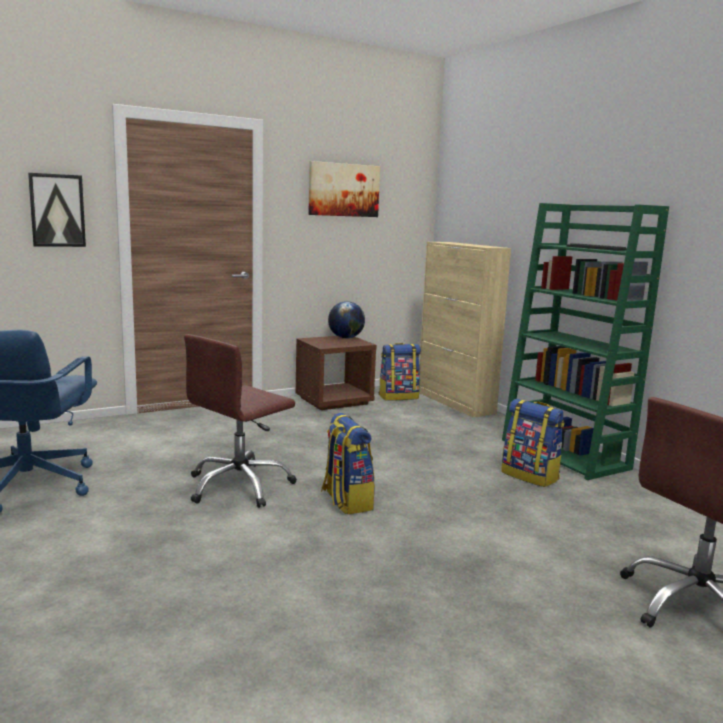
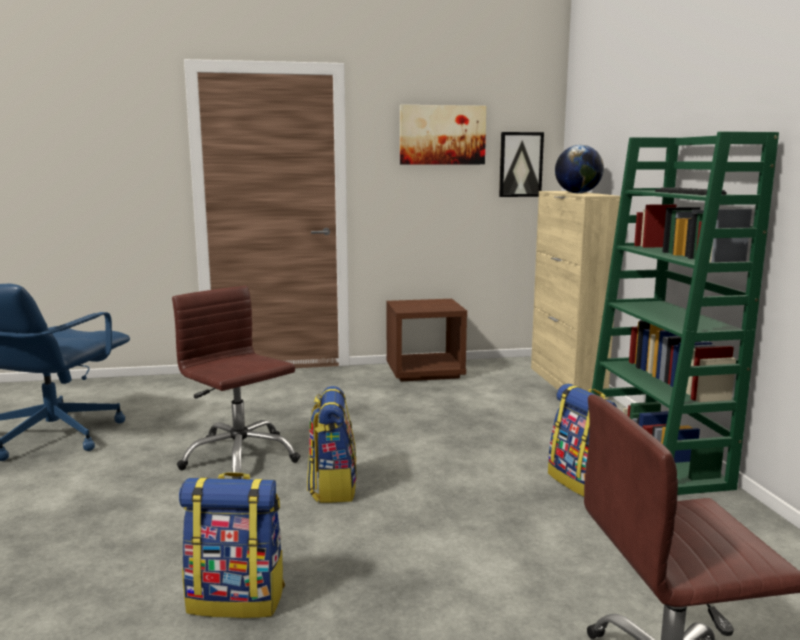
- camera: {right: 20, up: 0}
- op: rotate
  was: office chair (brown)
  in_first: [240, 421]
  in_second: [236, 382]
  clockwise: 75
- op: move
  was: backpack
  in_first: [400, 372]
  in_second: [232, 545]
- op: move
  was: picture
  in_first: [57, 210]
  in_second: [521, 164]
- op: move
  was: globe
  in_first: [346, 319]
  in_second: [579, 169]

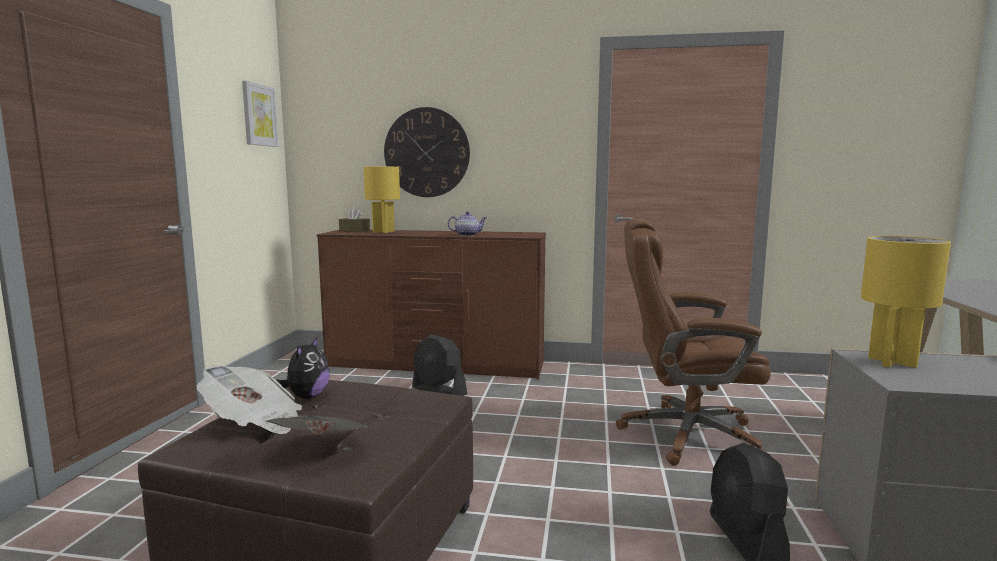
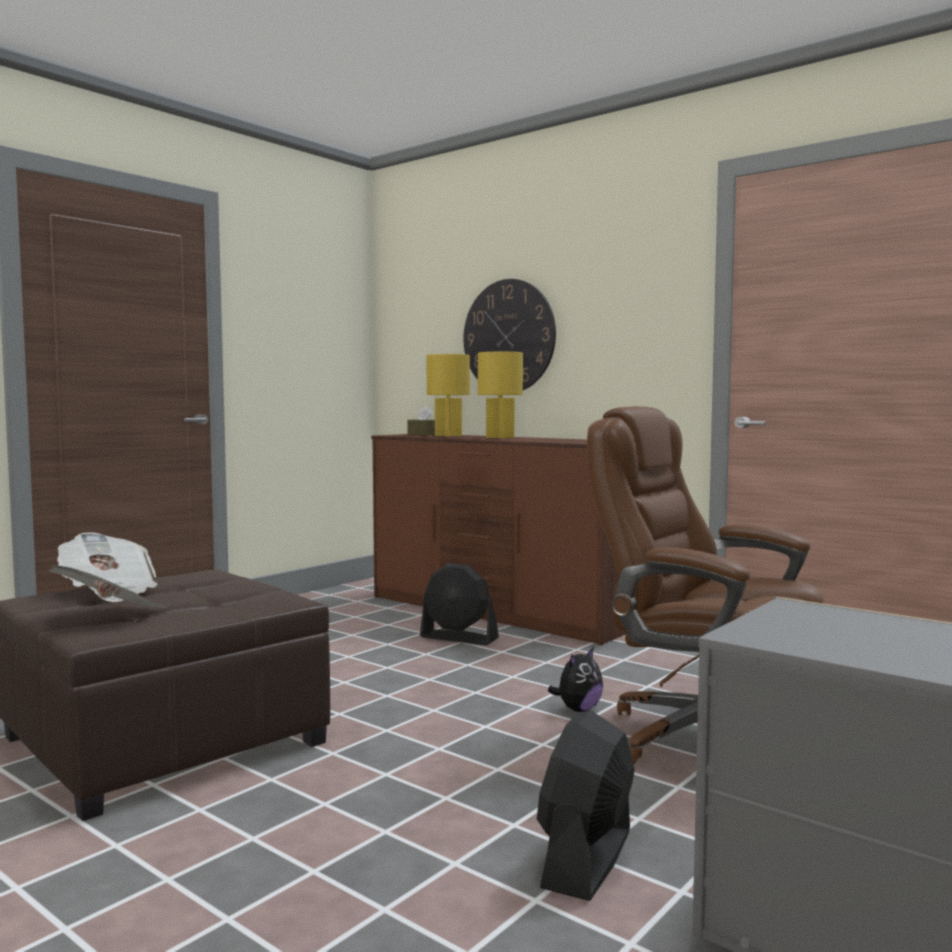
- camera: {right: 30, up: -5}
- op: rotate
  was: fan (black)
  in_first: [439, 365]
  in_second: [459, 604]
  clockwise: -45
- op: move
  was: table lamp (yellow)
  in_first: [906, 302]
  in_second: [500, 395]
- op: move
  was: plush toy
  in_first: [303, 368]
  in_second: [575, 679]
- op: delete
  was: picture
  in_first: [260, 114]
- op: delete
  was: teapot
  in_first: [467, 224]

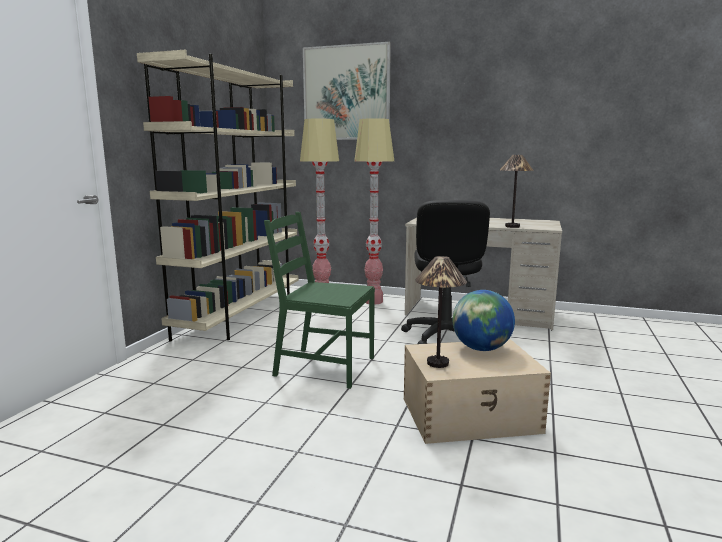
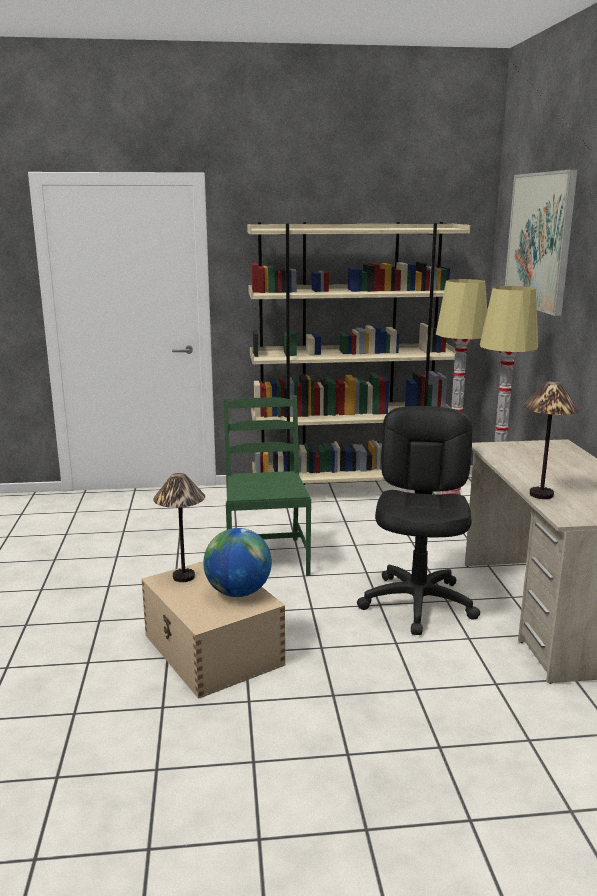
- camera: {right: 65, up: 5}
- op: rotate
  was: office chair (black)
  in_first: [445, 272]
  in_second: [418, 520]
  clockwise: 120

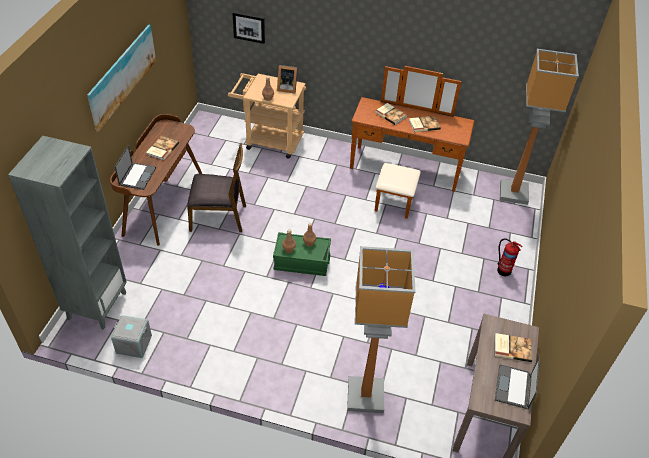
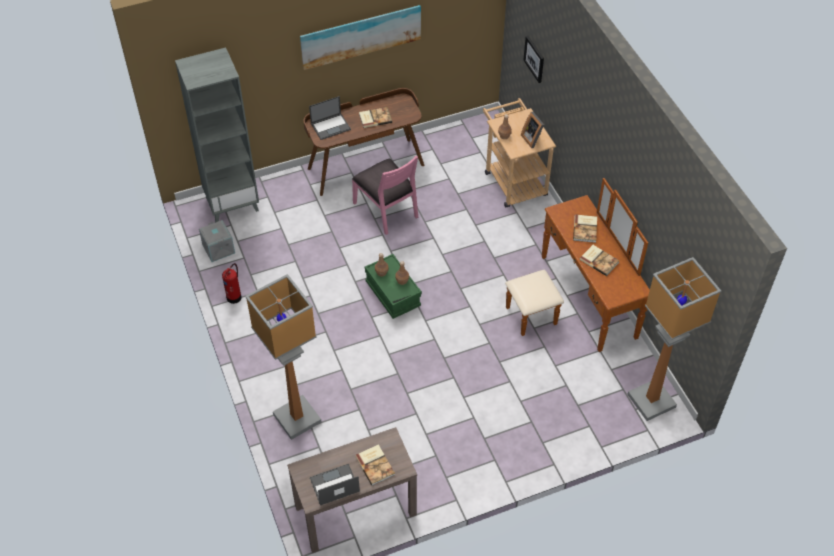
- camera: {right: 55, up: 5}
- op: move
  was: fire extinguisher
  in_first: [509, 257]
  in_second: [232, 283]
- op: recolor
  was: chair (brown)
  now: chair (pink)
  in_first: [216, 187]
  in_second: [385, 195]

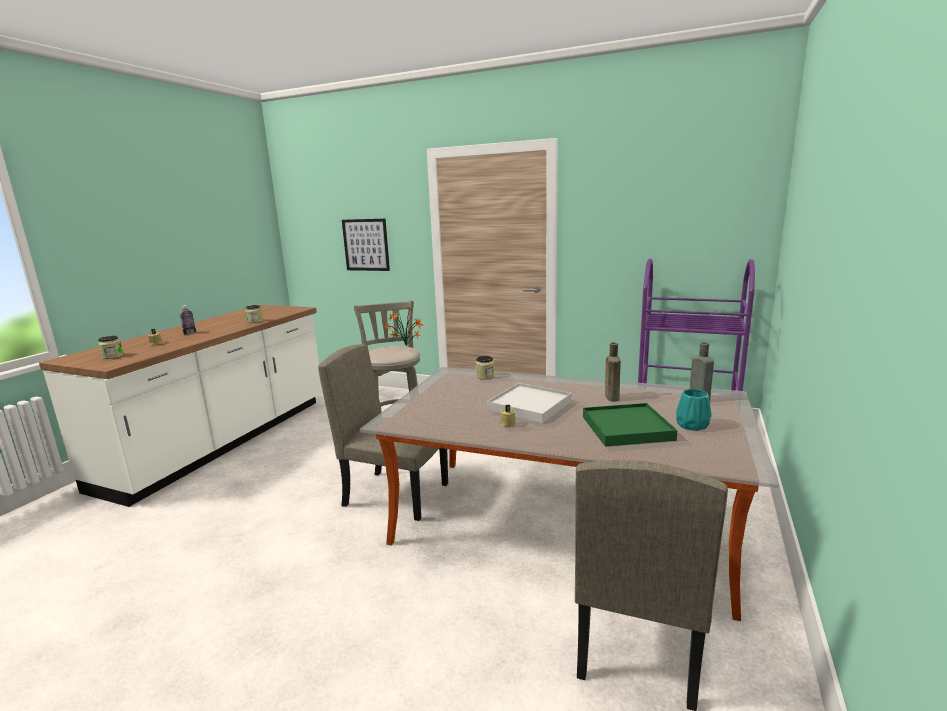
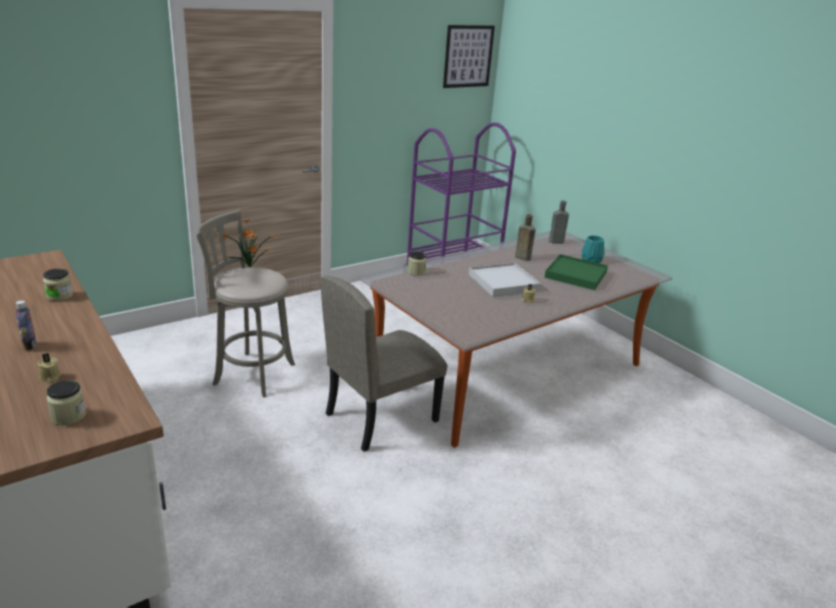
- camera: {right: -60, up: 10}
- op: move
  was: picture
  in_first: [366, 245]
  in_second: [469, 56]
- op: delete
  was: chair (beige)
  in_first: [651, 585]

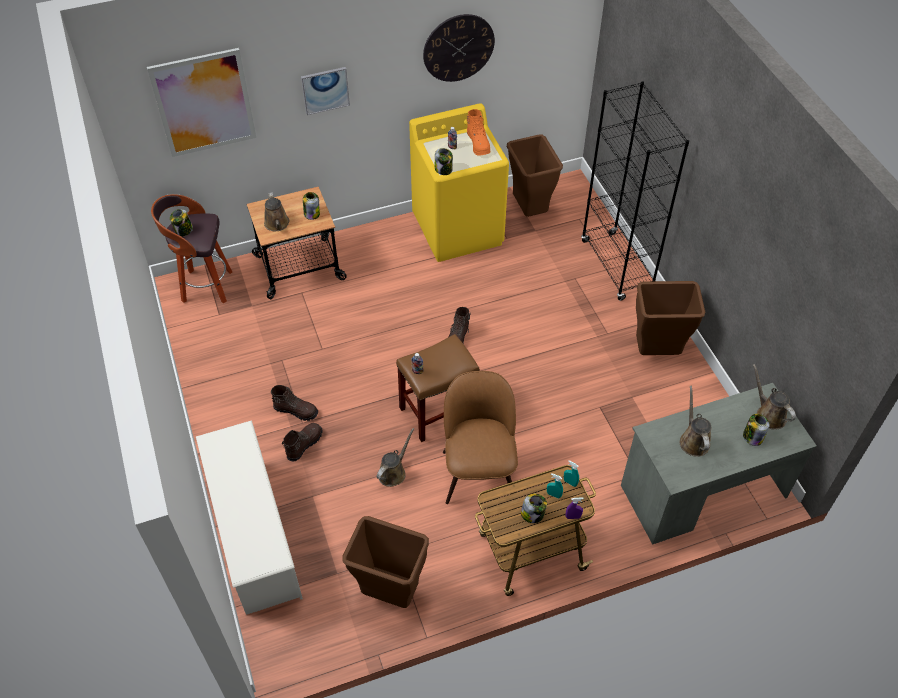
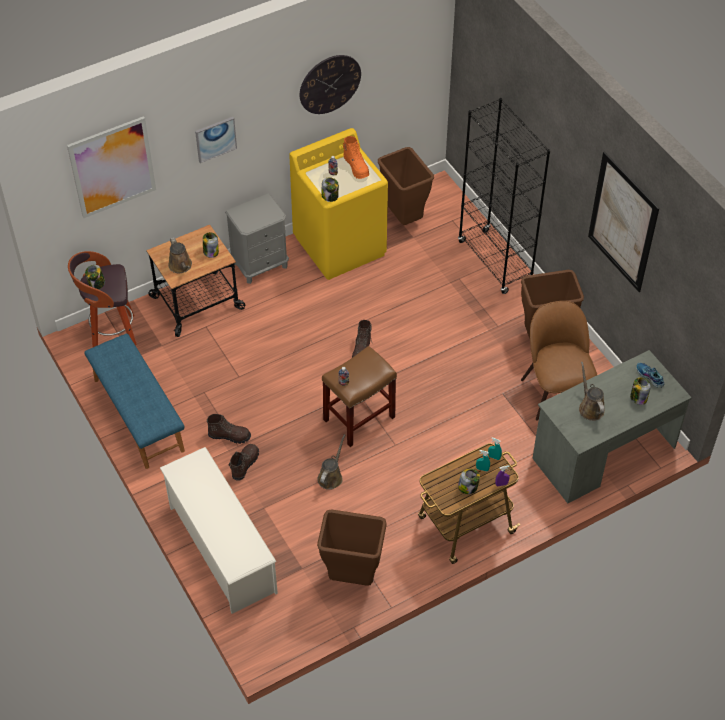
- camera: {right: -10, up: 0}
- op: insert
  now: bench (blue)
  in_second: [134, 401]
- op: insert
  now: nightstand (grey)
  in_second: [257, 238]
- op: move
  was: chair (brown)
  in_first: [480, 437]
  in_second: [559, 361]
- op: insert
  now: picture
  in_second: [623, 222]
- op: replace
  was: watering can (brown)
  now: shoe
  in_first: [774, 397]
  in_second: [650, 375]

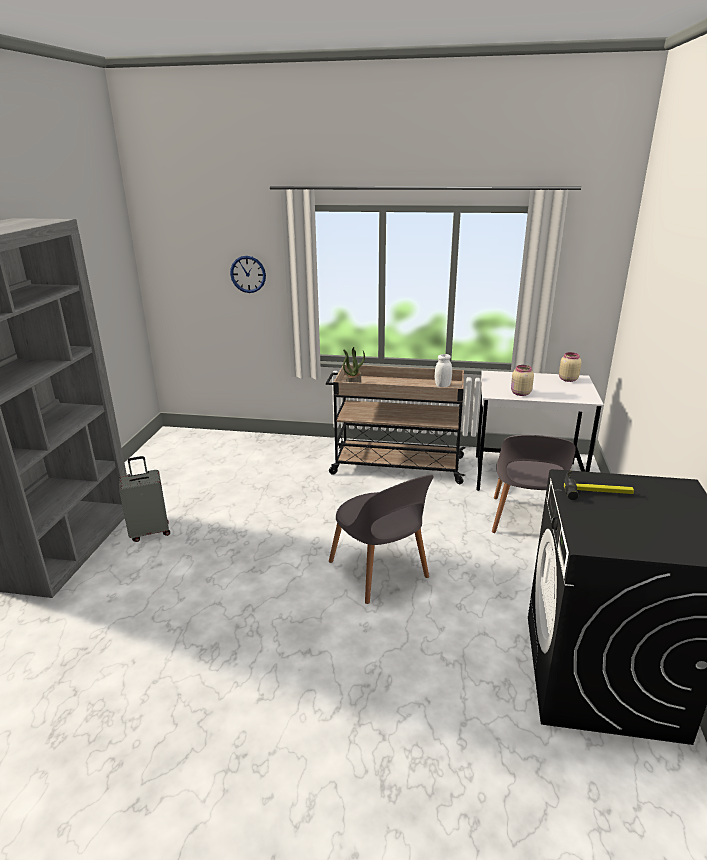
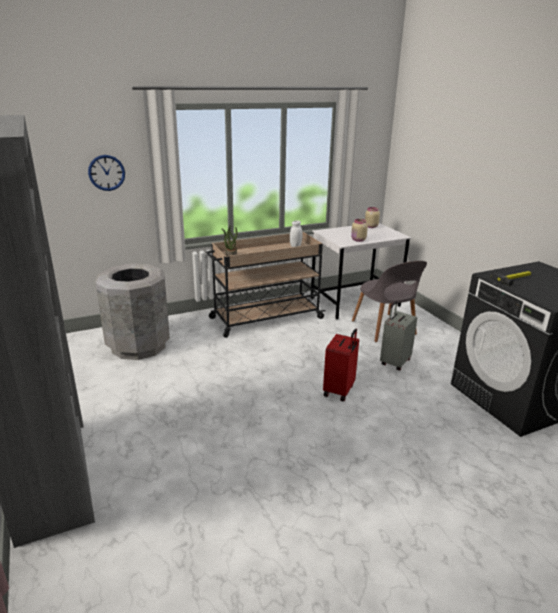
- camera: {right: -35, up: 0}
- op: insert
  now: trash can (grey)
  in_second: [132, 312]
- op: replace
  was: chair (grey)
  now: suitcase (red)
  in_first: [381, 539]
  in_second: [341, 364]
- op: move
  was: suitcase (grey)
  in_first: [144, 499]
  in_second: [398, 335]

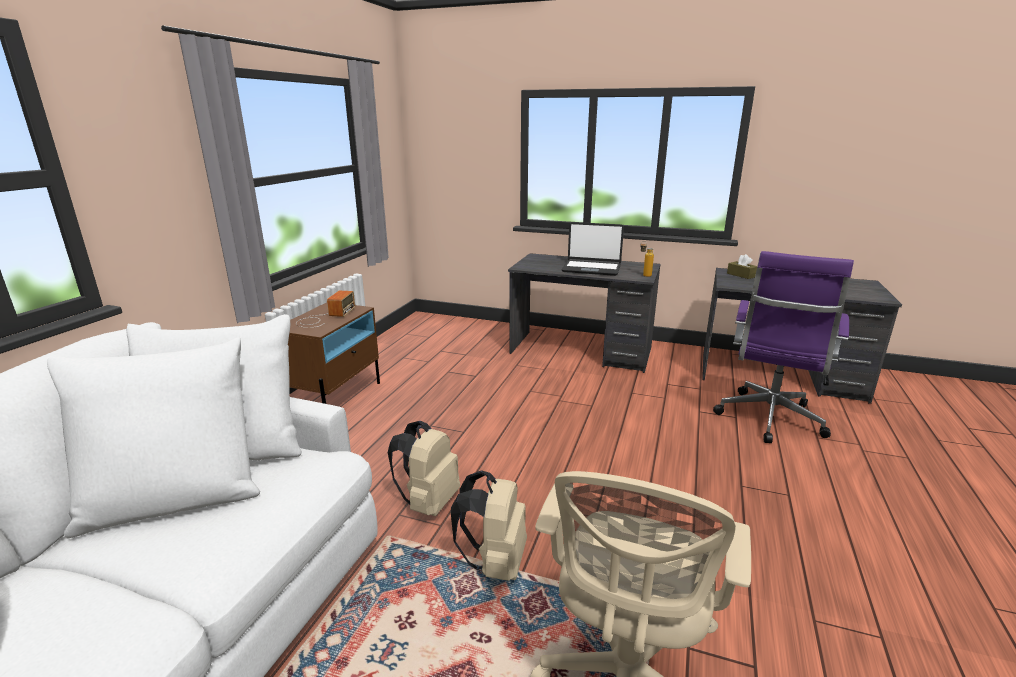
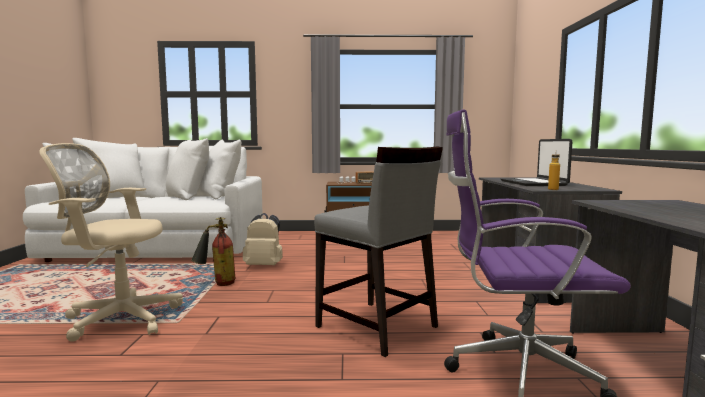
- camera: {right: 70, up: -15}
- op: replace
  was: backpack (beige)
  now: fire extinguisher
  in_first: [489, 525]
  in_second: [213, 251]
- op: insert
  now: chair (grey)
  in_second: [378, 251]
- op: delete
  was: tissue box (brown)
  in_first: [742, 266]

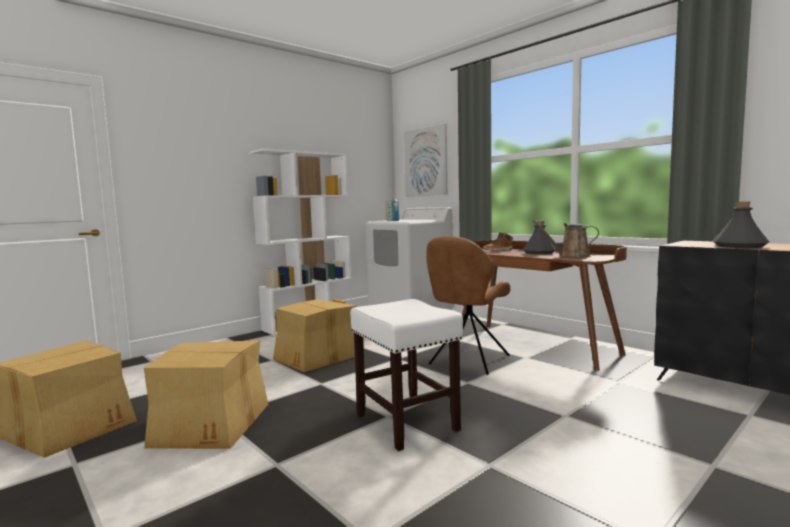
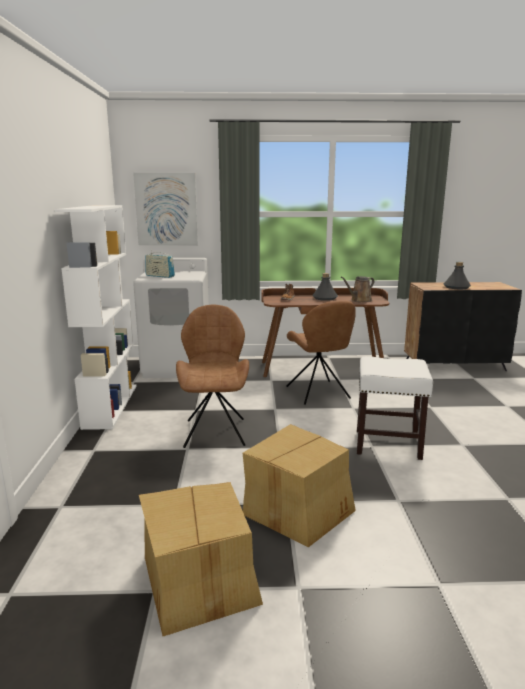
- camera: {right: -50, up: 10}
- op: replace
  was: cardboard box
  now: chair (brown)
  in_first: [315, 335]
  in_second: [212, 376]

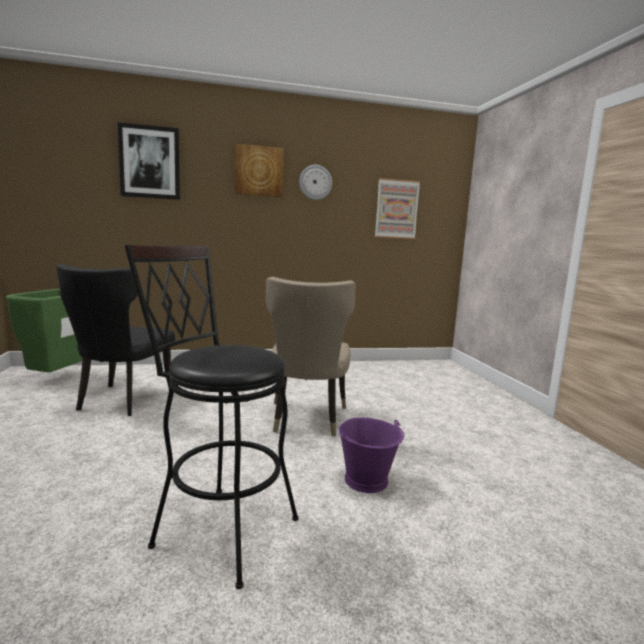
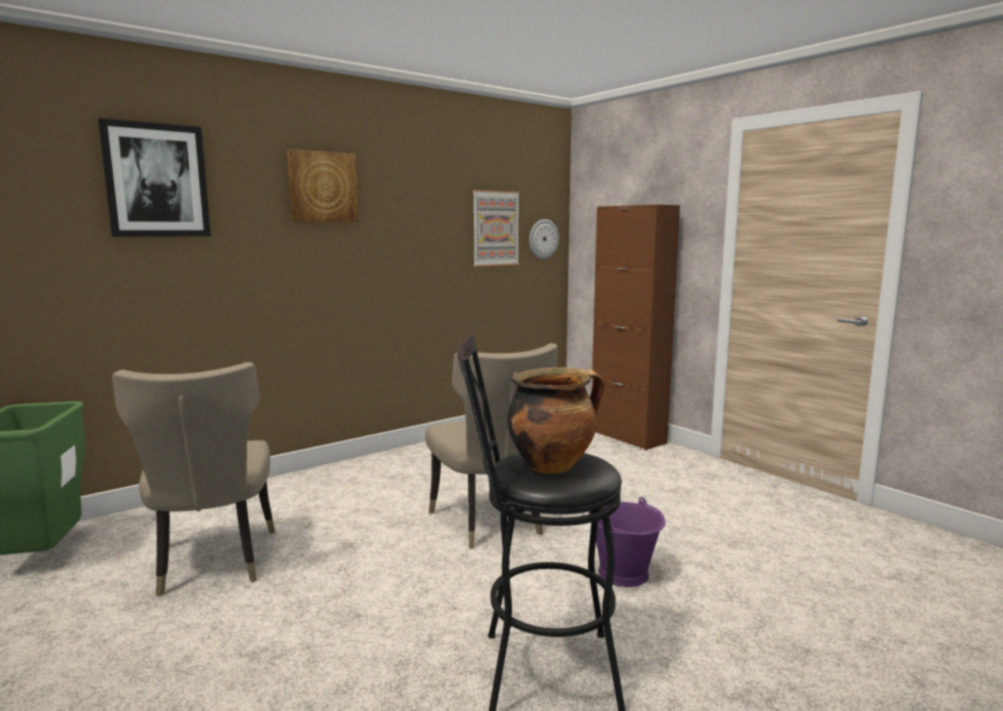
- camera: {right: -25, up: 0}
- op: recolor
  was: chair (black)
  now: chair (beige)
  in_first: [115, 340]
  in_second: [193, 479]
- op: insert
  now: cooking pot
  in_second: [555, 420]
- op: move
  was: wall clock
  in_first: [315, 182]
  in_second: [544, 239]
- op: insert
  now: cabinet (brown)
  in_second: [636, 327]

